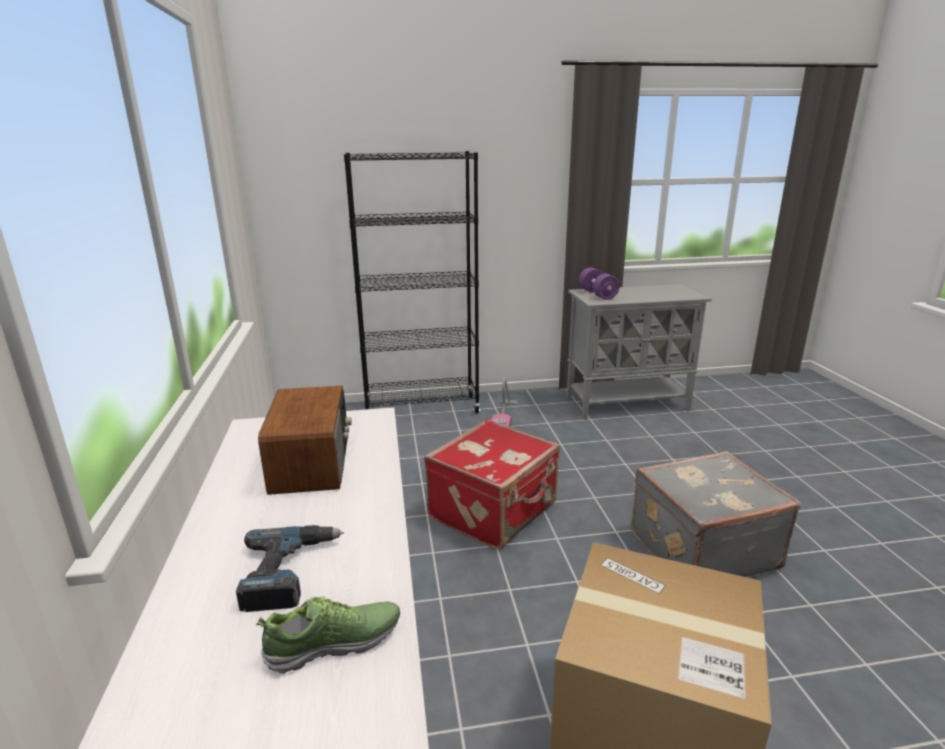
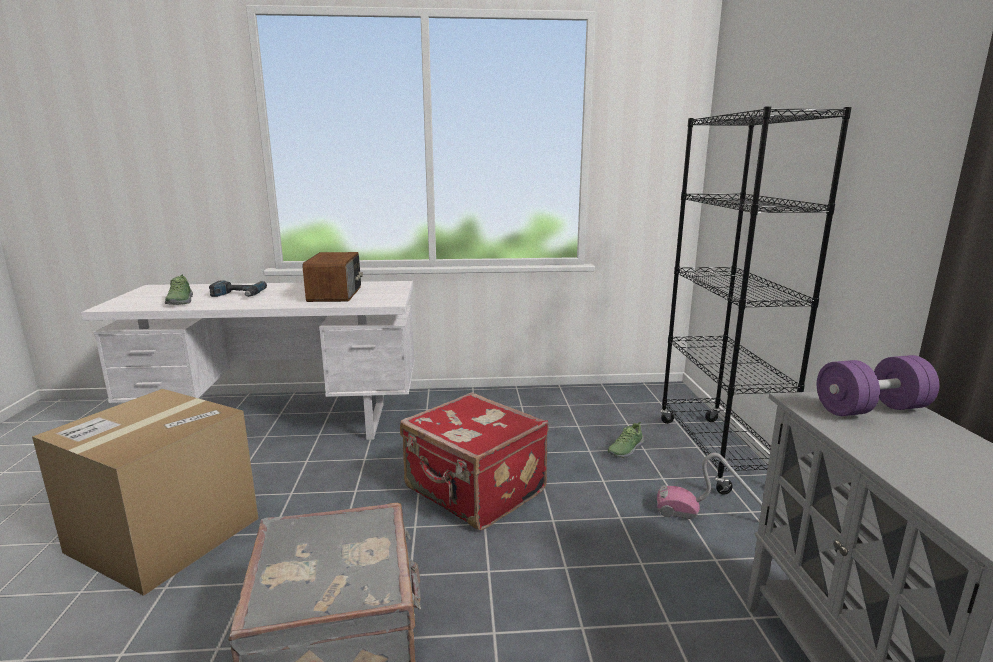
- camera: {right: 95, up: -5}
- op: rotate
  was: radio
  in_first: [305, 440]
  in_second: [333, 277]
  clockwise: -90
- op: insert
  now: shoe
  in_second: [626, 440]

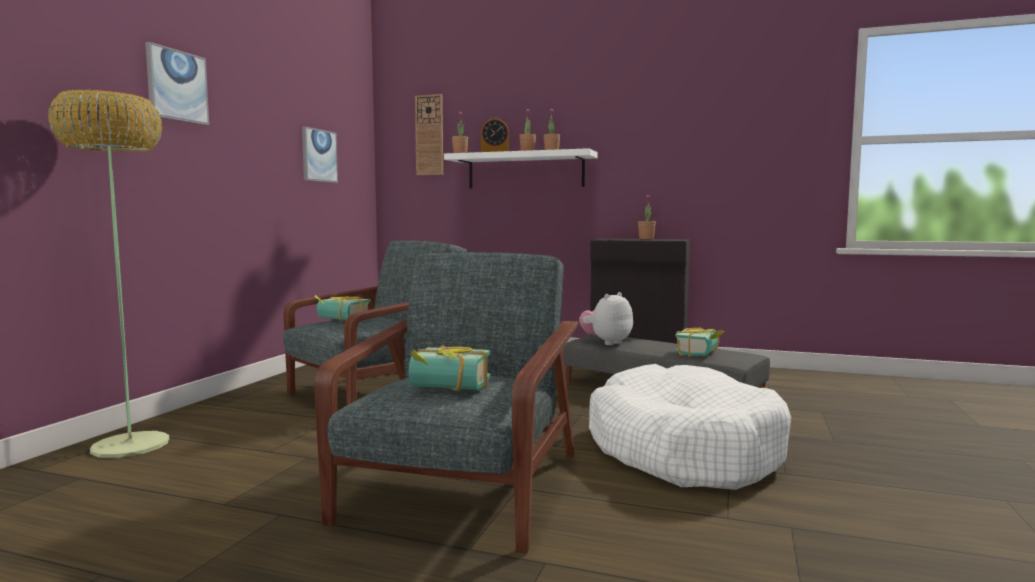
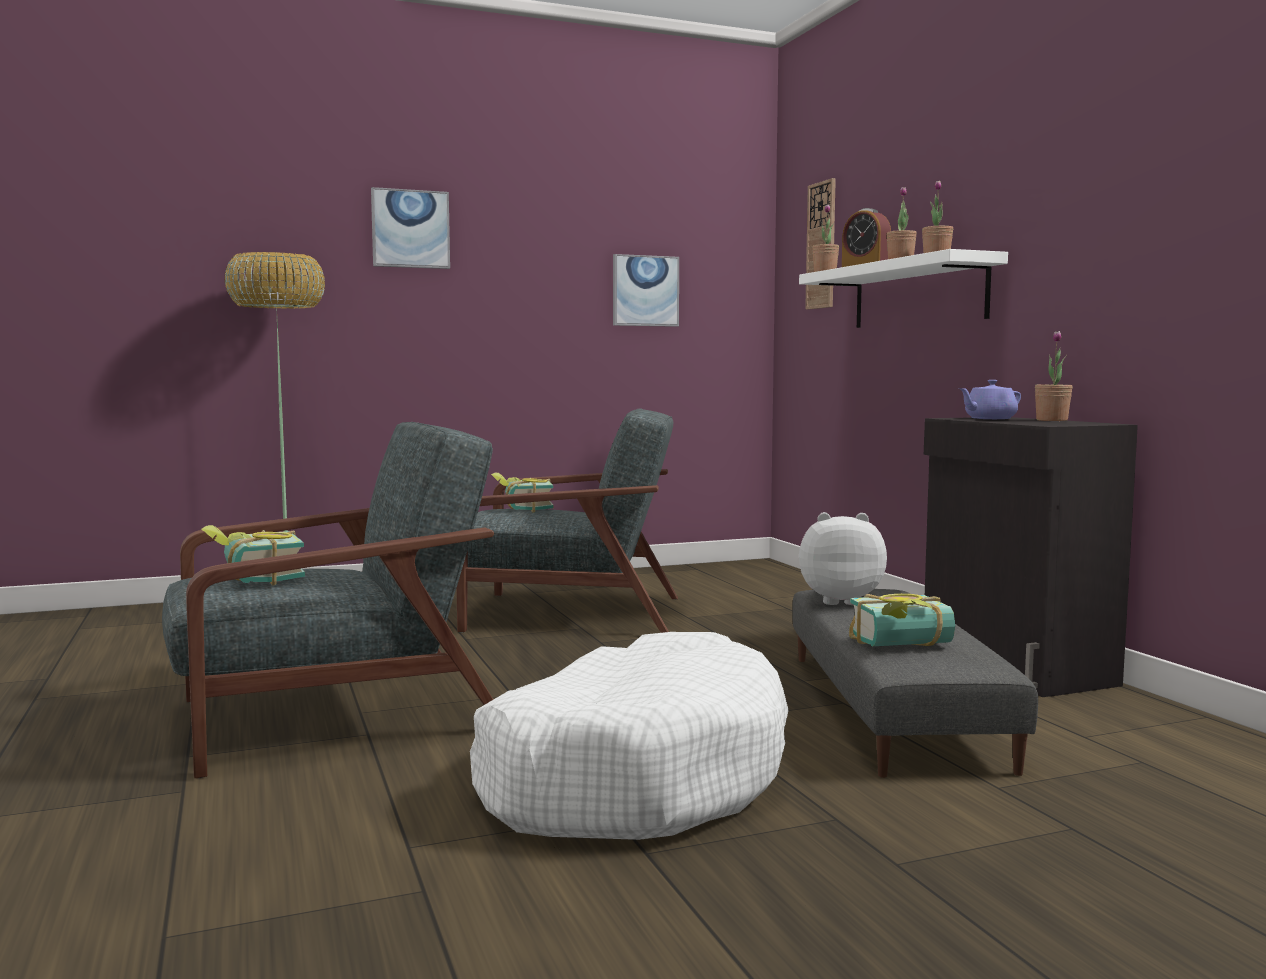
- camera: {right: 50, up: 0}
- op: insert
  now: teapot (purple)
  in_second: [990, 399]

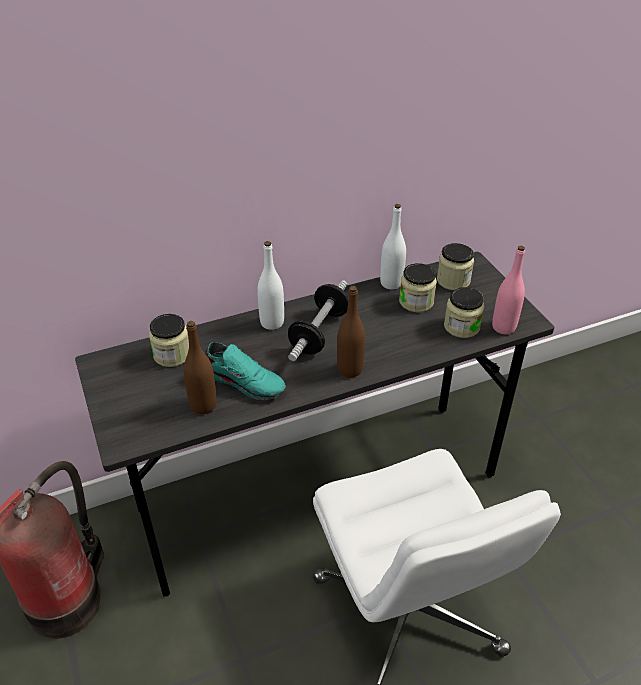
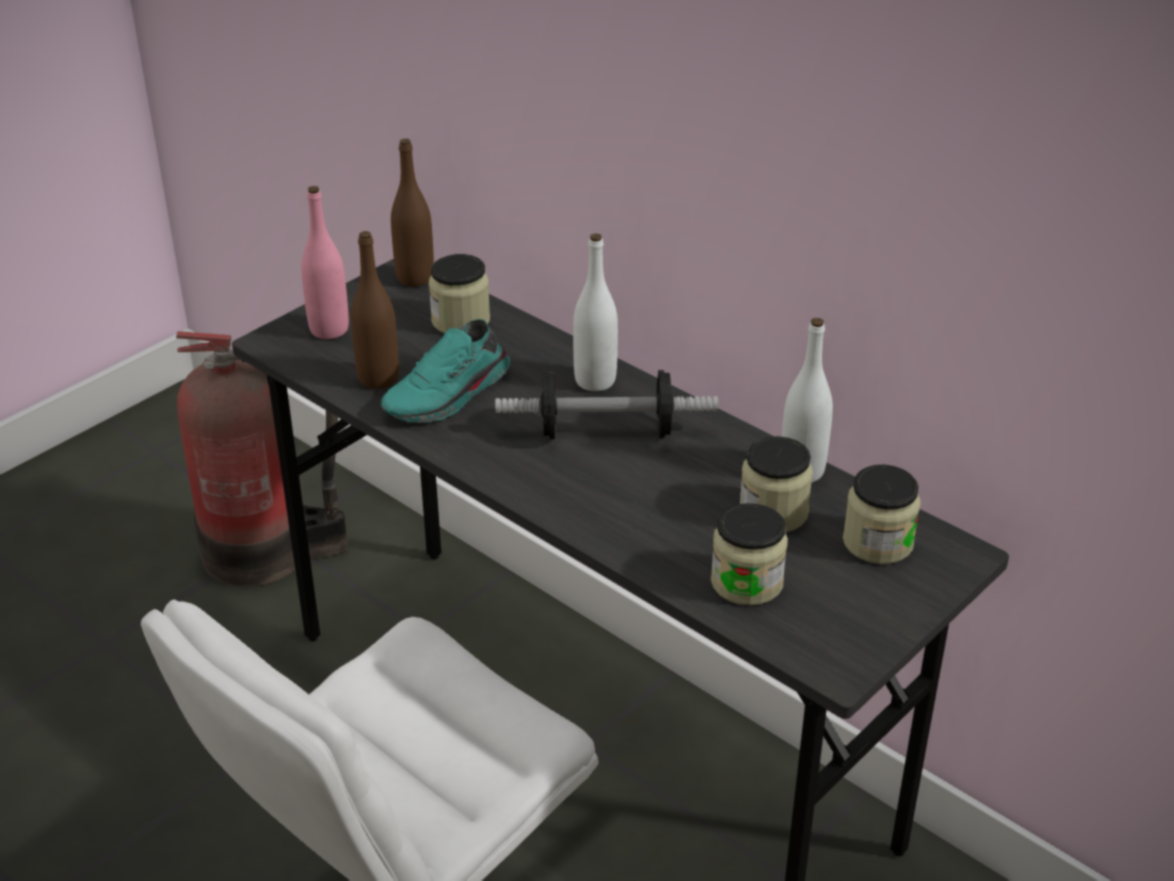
- camera: {right: 65, up: -5}
- op: move
  was: bottle (pink)
  in_first: [508, 290]
  in_second: [325, 262]
- op: rotate
  was: shoe (turquoise)
  in_first: [245, 371]
  in_second: [445, 370]
  clockwise: 45
- op: move
  was: bottle (brown)
  in_first: [351, 331]
  in_second: [412, 212]

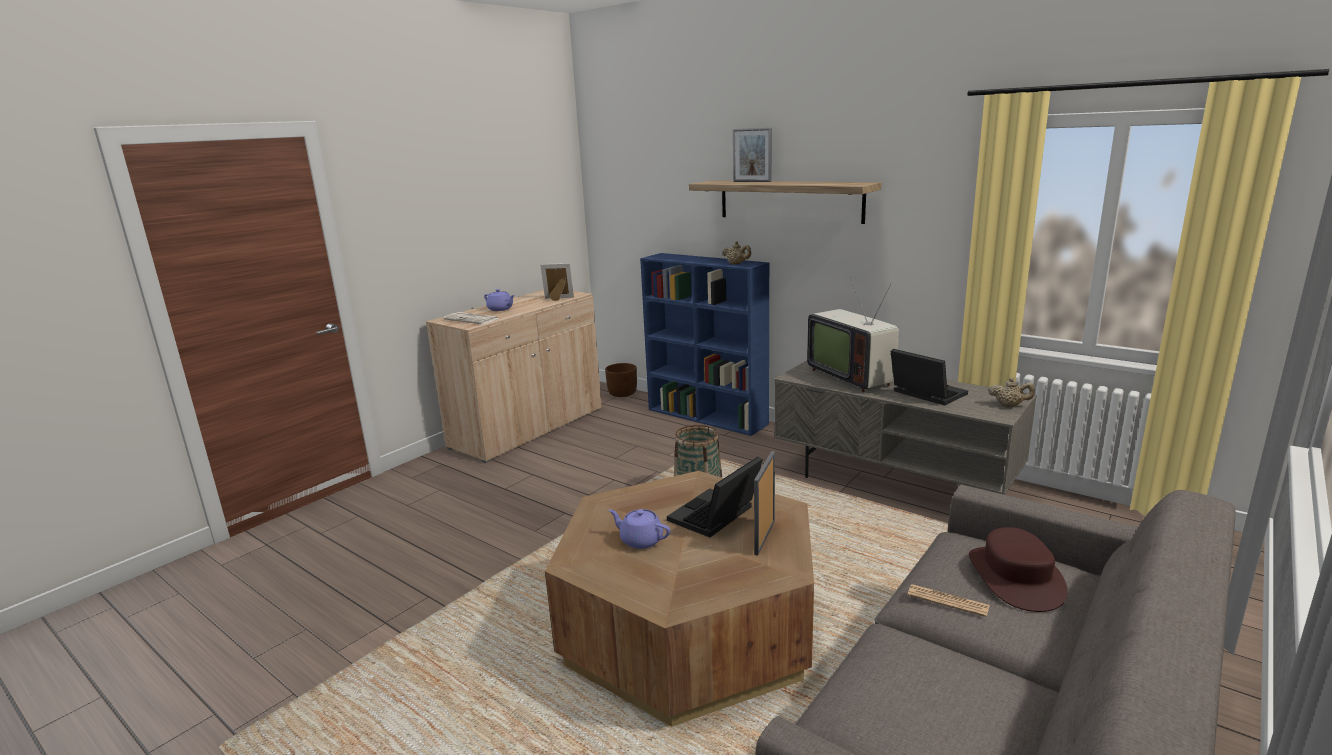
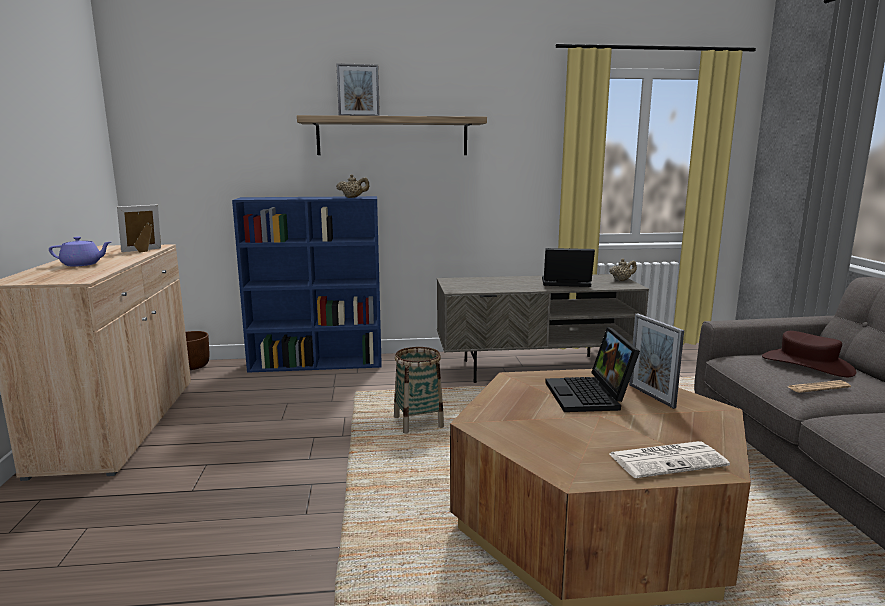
- camera: {right: -45, up: -5}
- op: move
  was: newspaper
  in_first: [471, 318]
  in_second: [670, 459]
- op: delete
  was: teapot (purple)
  in_first: [639, 529]
- op: delete
  was: television
  in_first: [853, 334]

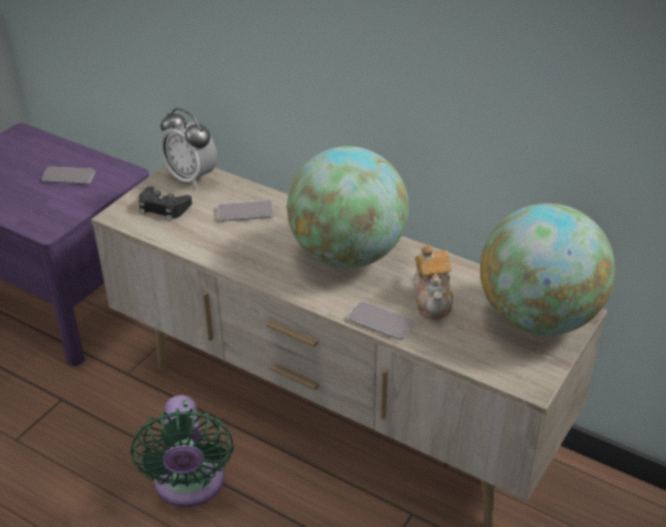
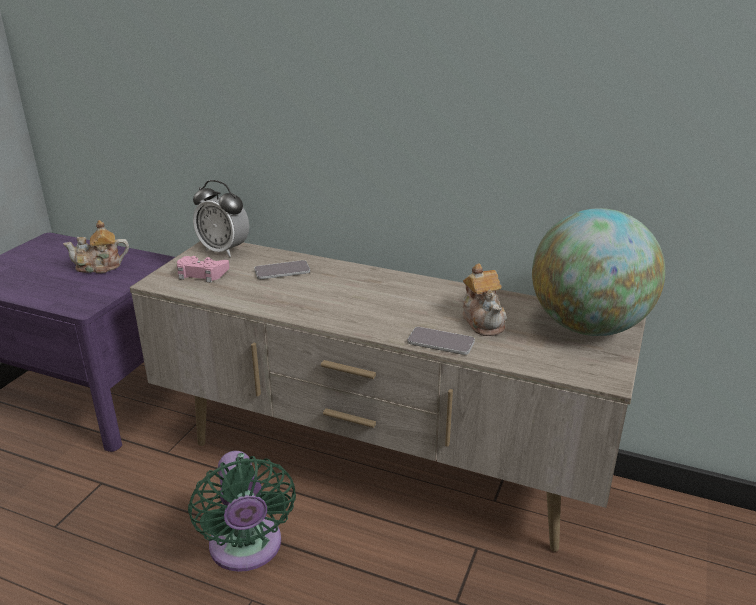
- camera: {right: -10, up: -10}
- op: replace
  was: phone
  now: teapot
  in_first: [68, 175]
  in_second: [96, 246]
- op: recolor
  was: game controller (black)
  now: game controller (pink)
  in_first: [165, 203]
  in_second: [203, 269]
- op: delete
  was: globe
  in_first: [348, 207]

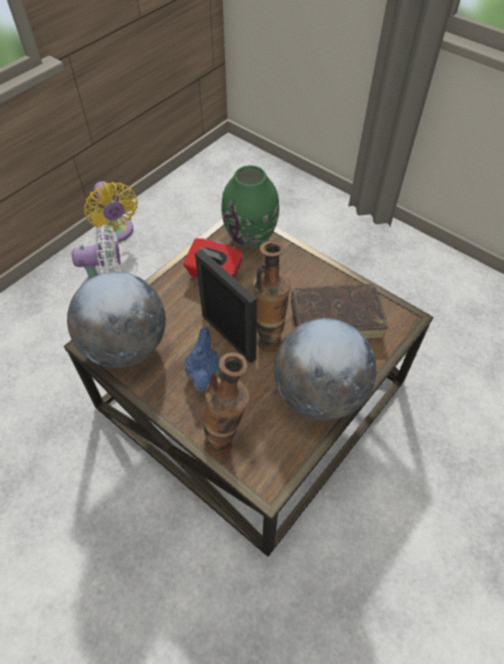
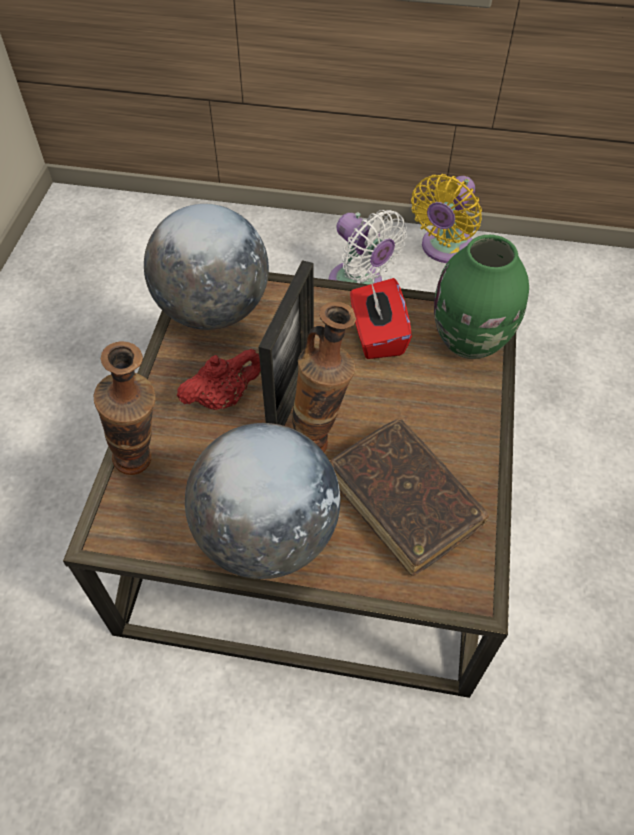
- camera: {right: 60, up: 0}
- op: recolor
  was: teapot (blue)
  now: teapot (red)
  in_first: [202, 359]
  in_second: [219, 379]

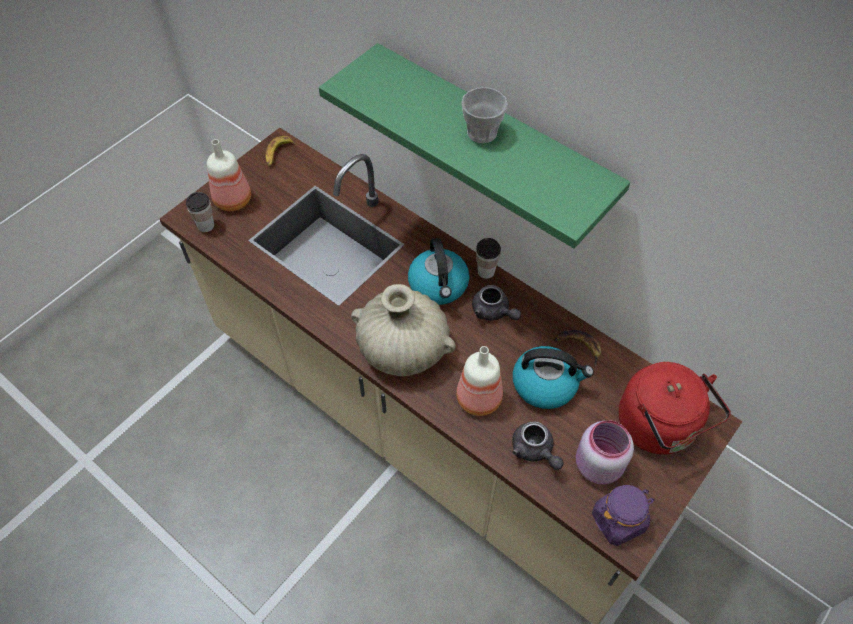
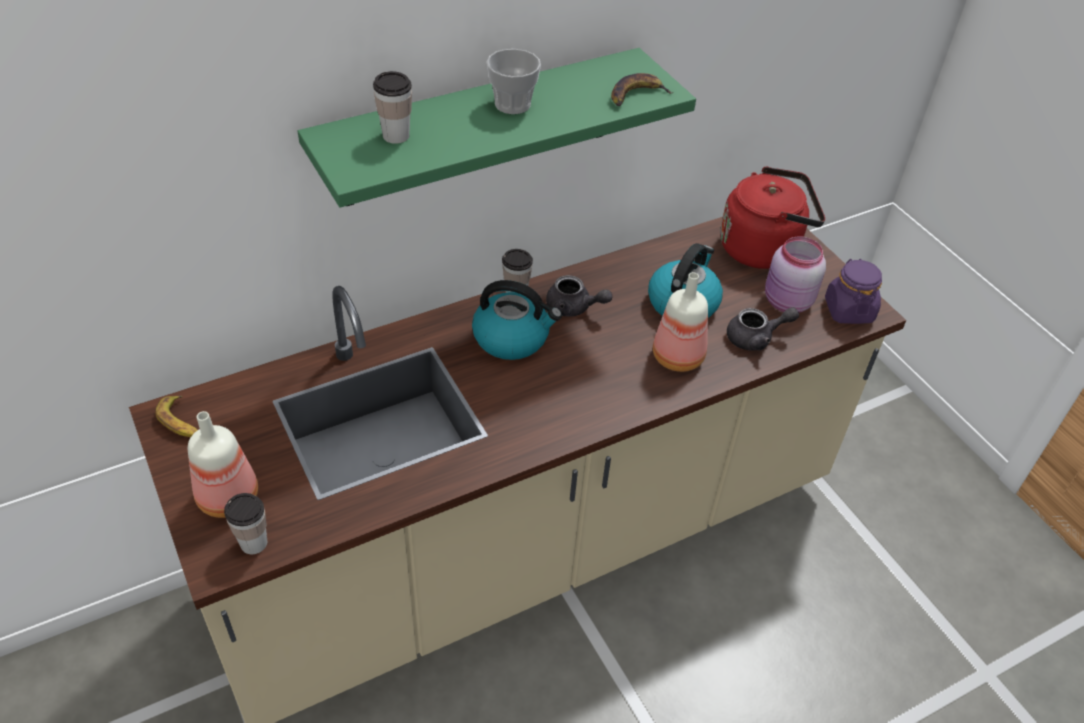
- camera: {right: -70, up: -10}
- op: insert
  now: cup
  in_second: [392, 107]
- op: rotate
  was: teapot (grey)
  in_first: [496, 303]
  in_second: [579, 296]
  clockwise: 45
- op: move
  was: banana
  in_first: [577, 348]
  in_second: [642, 89]
- op: delete
  was: vase (beige)
  in_first: [403, 330]

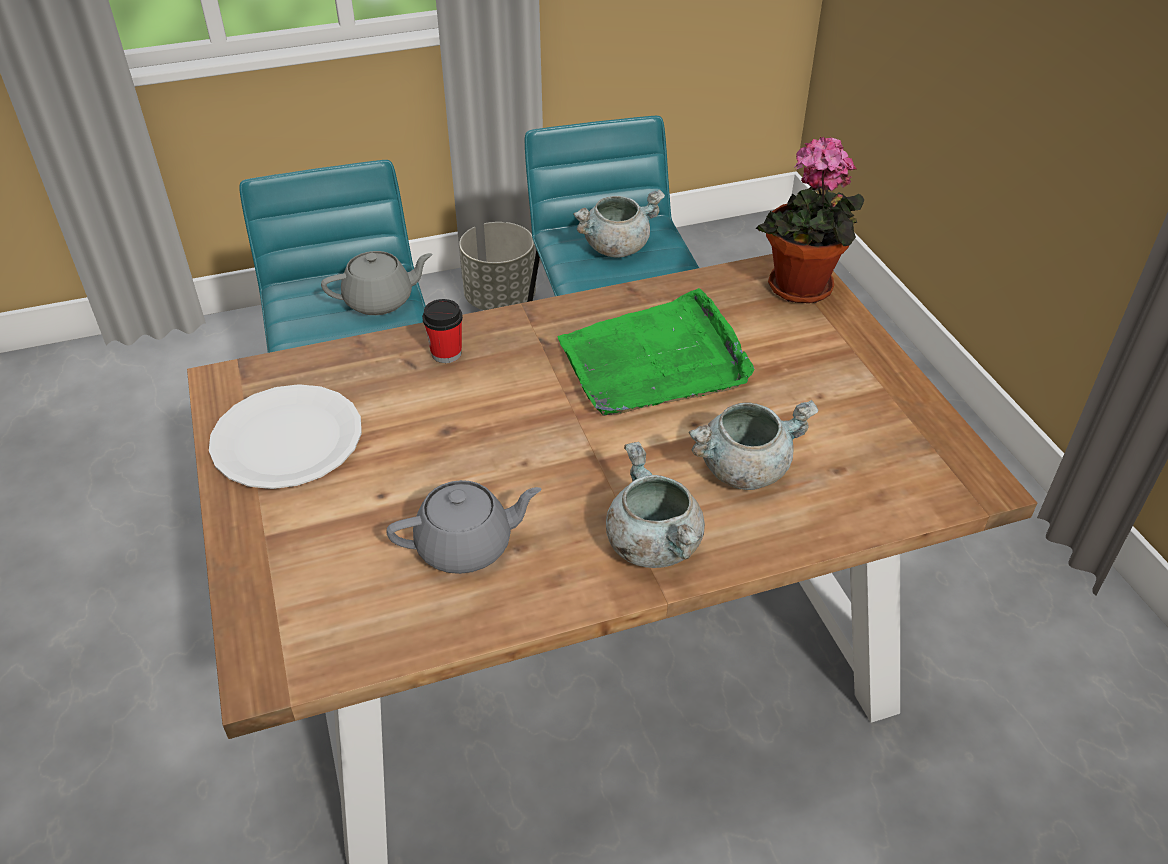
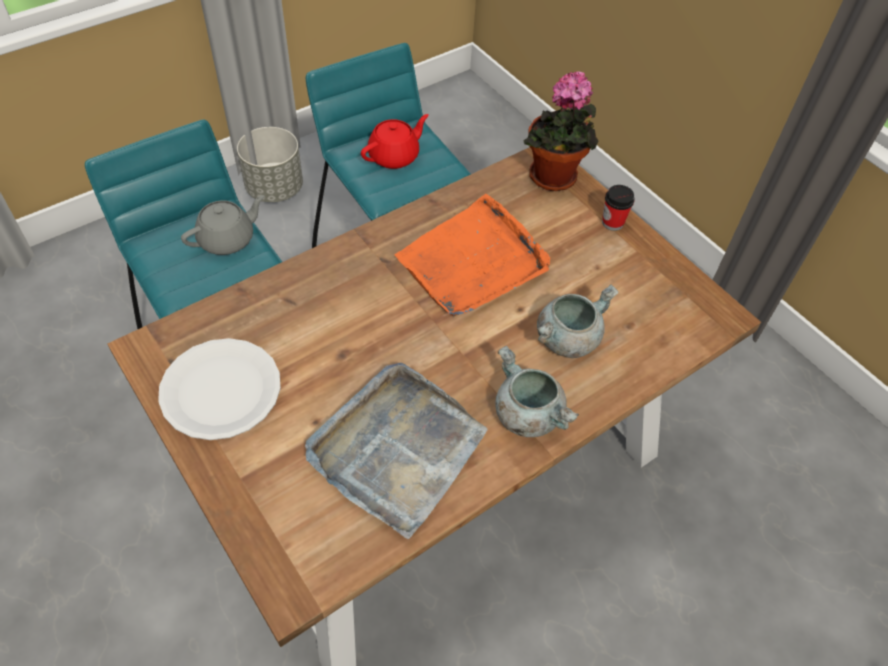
- camera: {right: -20, up: 10}
- op: replace
  was: teapot (grey)
  now: tray (grey)
  in_first: [463, 527]
  in_second: [396, 451]
- op: replace
  was: cooking pot (grey)
  now: teapot (red)
  in_first: [619, 223]
  in_second: [395, 141]
- op: recolor
  was: tray (green)
  now: tray (orange)
  in_first: [656, 352]
  in_second: [472, 255]
- op: move
  was: cup
  in_first: [442, 331]
  in_second: [618, 208]

